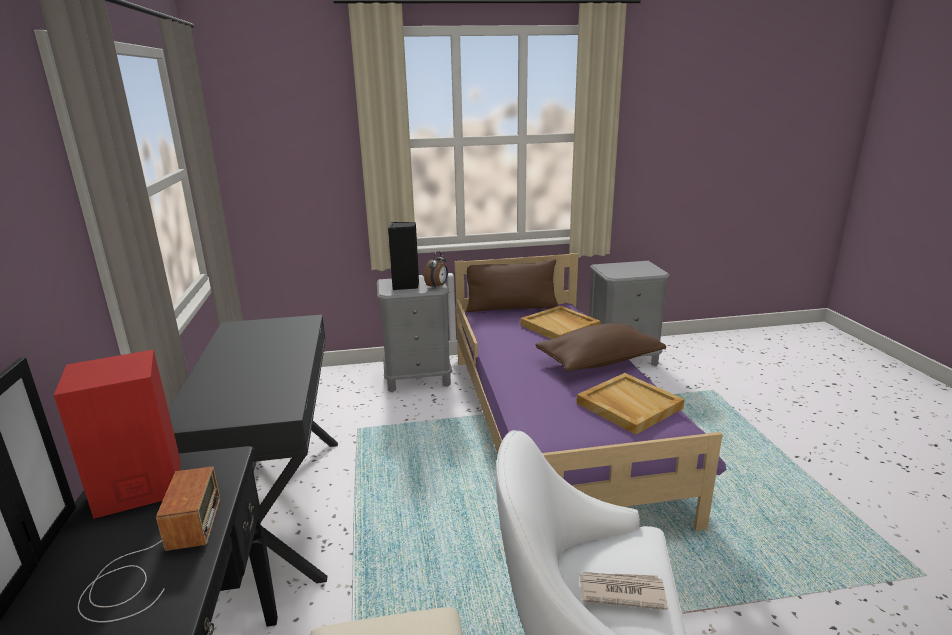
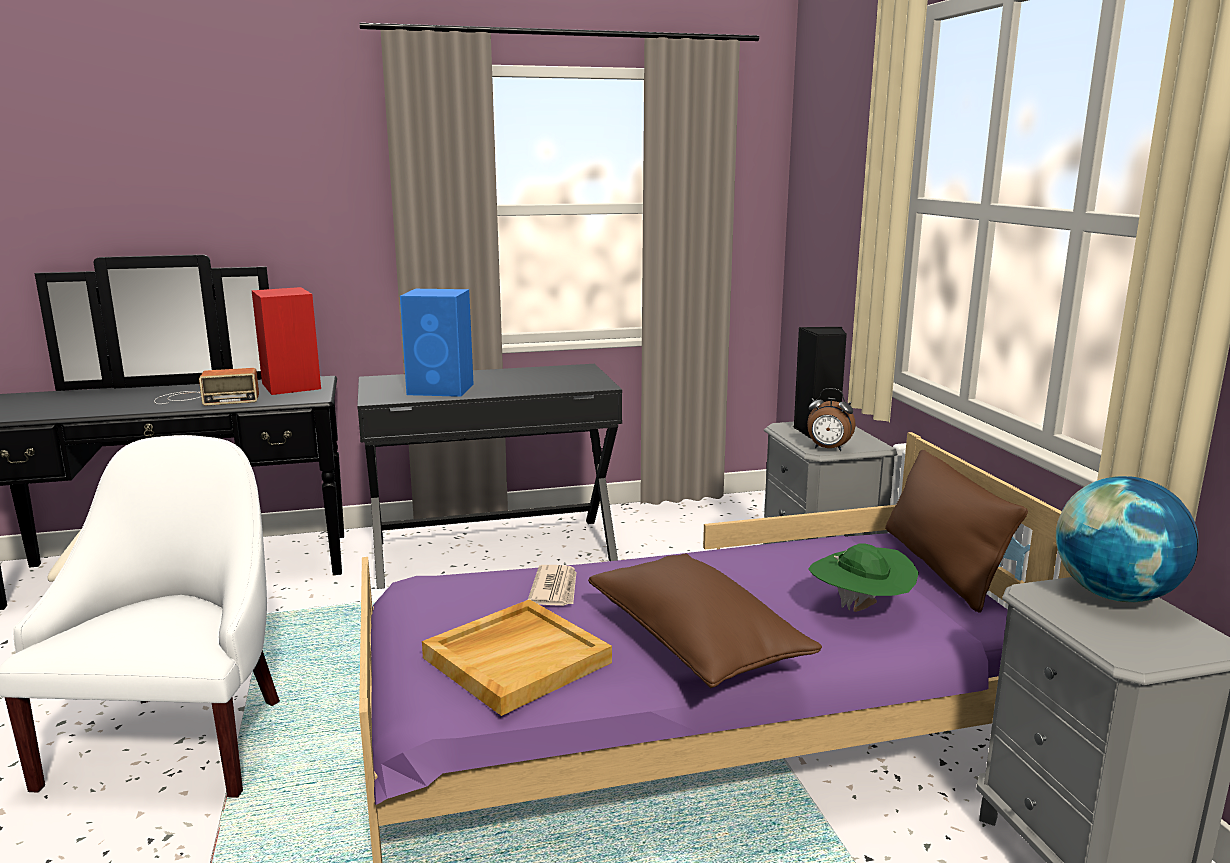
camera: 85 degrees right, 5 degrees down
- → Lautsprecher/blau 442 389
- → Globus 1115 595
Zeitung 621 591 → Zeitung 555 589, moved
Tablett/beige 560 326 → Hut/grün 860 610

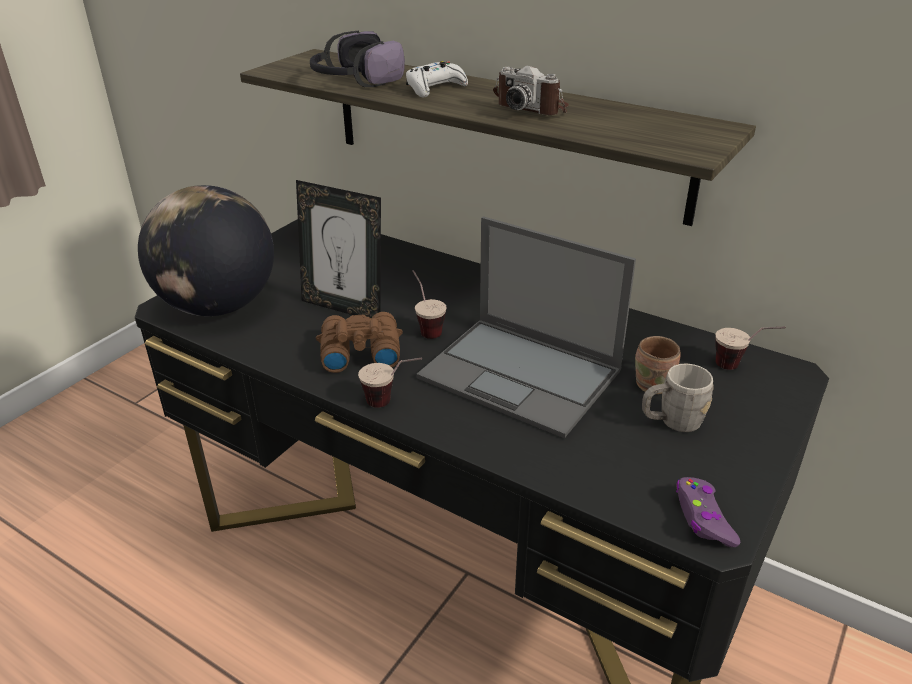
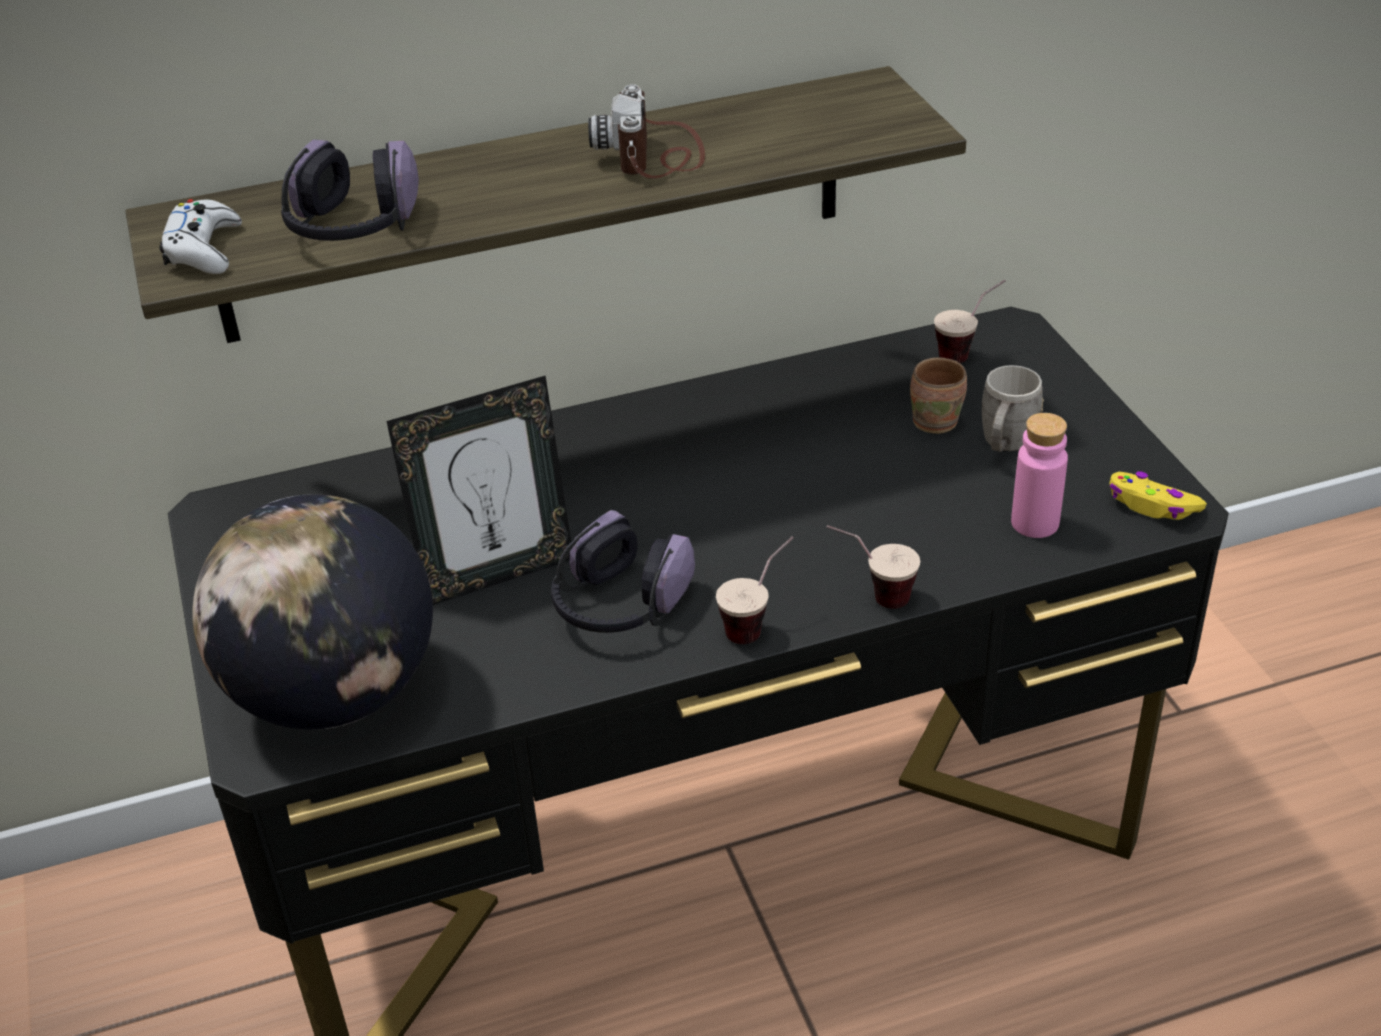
camera: 50 degrees left, 5 degrees up
Laptop 522 375 → -
- → Flasche/rosa 1035 523
Gamepad/weiß 435 88 → Gamepad/weiß 204 250, moved
Tasse 426 327 → Tasse 871 596, moved
Fernglas/braun 359 351 → Kopfhörer 619 605
Gamepad/lila 703 518 → Gamepad/gelb 1152 505
Kamera 532 107 → Kamera 655 154, 105 degrees clockwise

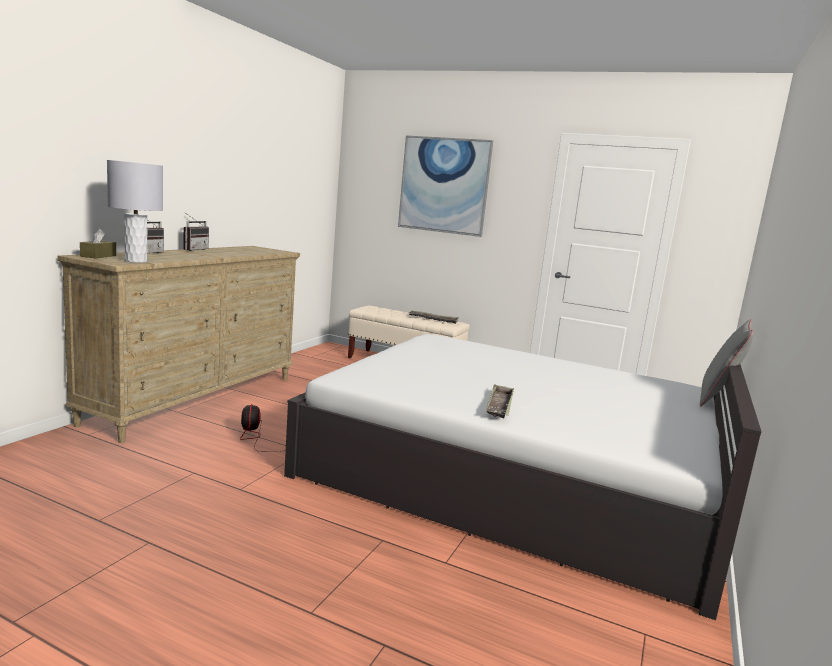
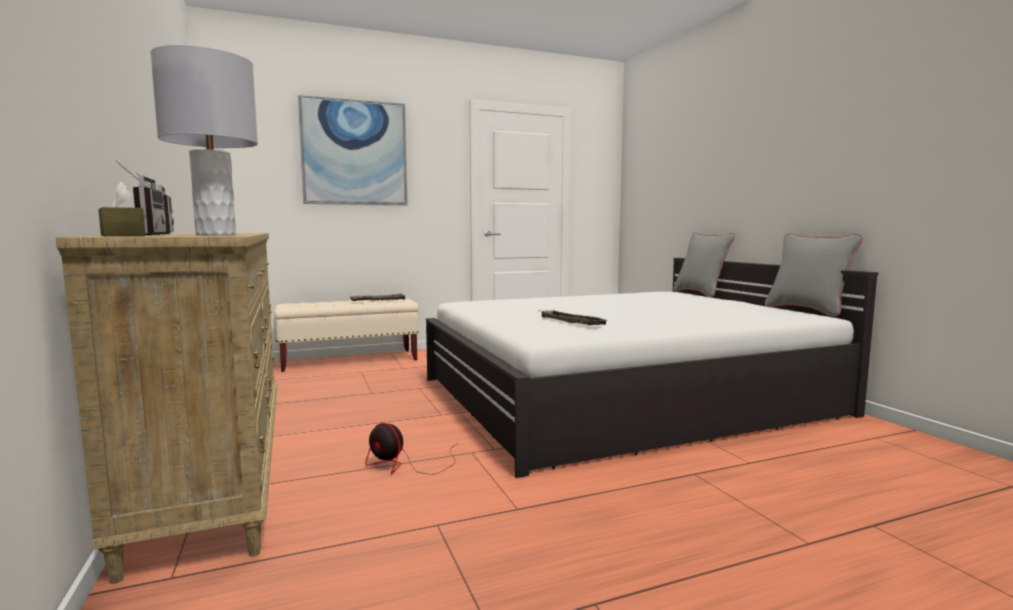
camera: 45 degrees left, 5 degrees down
- → Kissen/grau 807 310
Tablett 499 406 → Tablett 571 322, moved

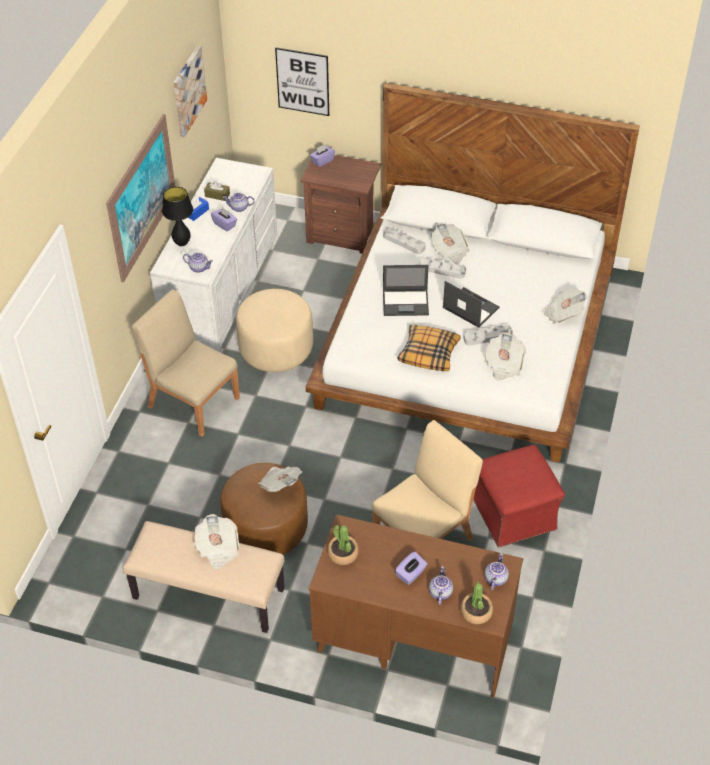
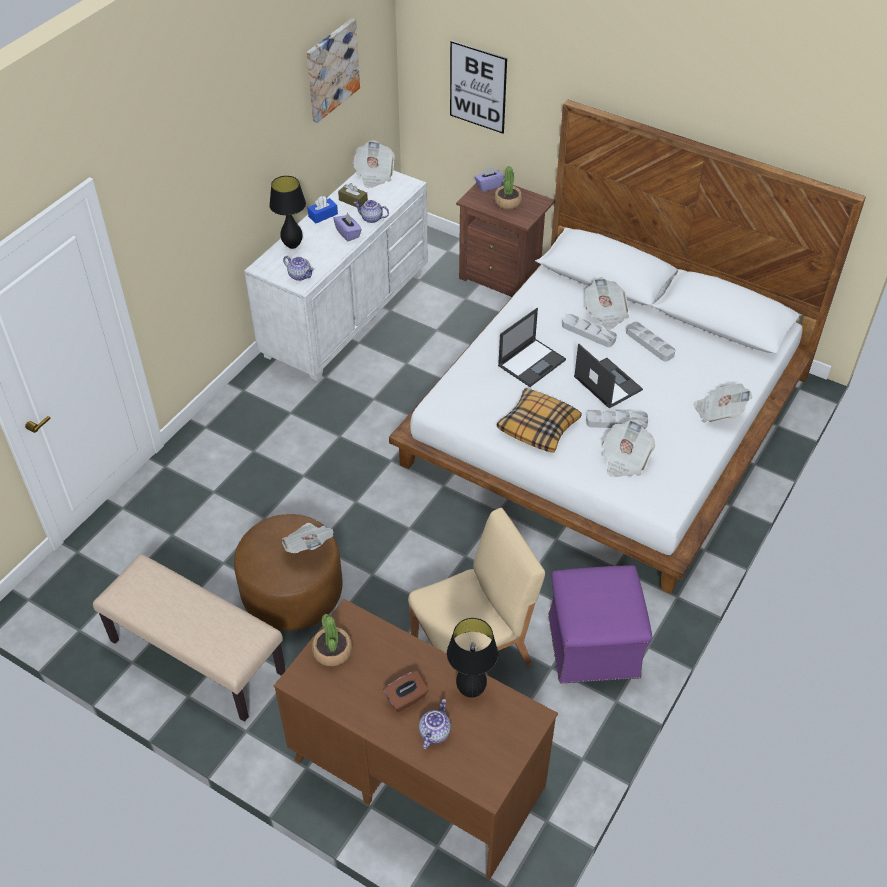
camera: 15 degrees right, 0 degrees up
Bild 142 197 → -
Stuhl/beige 193 401 → -
Polsterhocker/beige 276 348 → -
Teekanne 495 578 → -
- → Tischlampe/schwarz 471 690
Zeitung 218 549 → Zeitung 374 175, moved
Tablett/grau 404 242 → Tablett/grau 649 344, moved
Topfpflanze 476 612 → Topfpflanze 508 202, moved
Taschentuchbox/lila 411 574 → Taschentuchbox/braun 406 698
Polsterhocker/rot 514 515 → Polsterhocker/lila 593 647
Laptop 406 302 → Laptop 532 362, 60 degrees counterclockwise

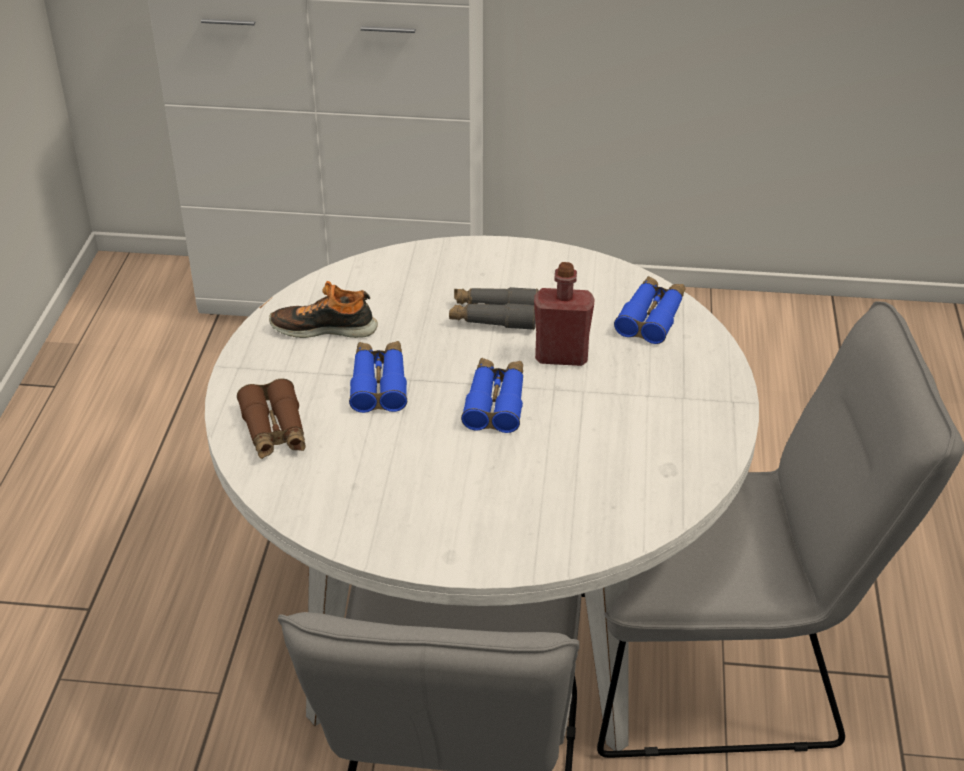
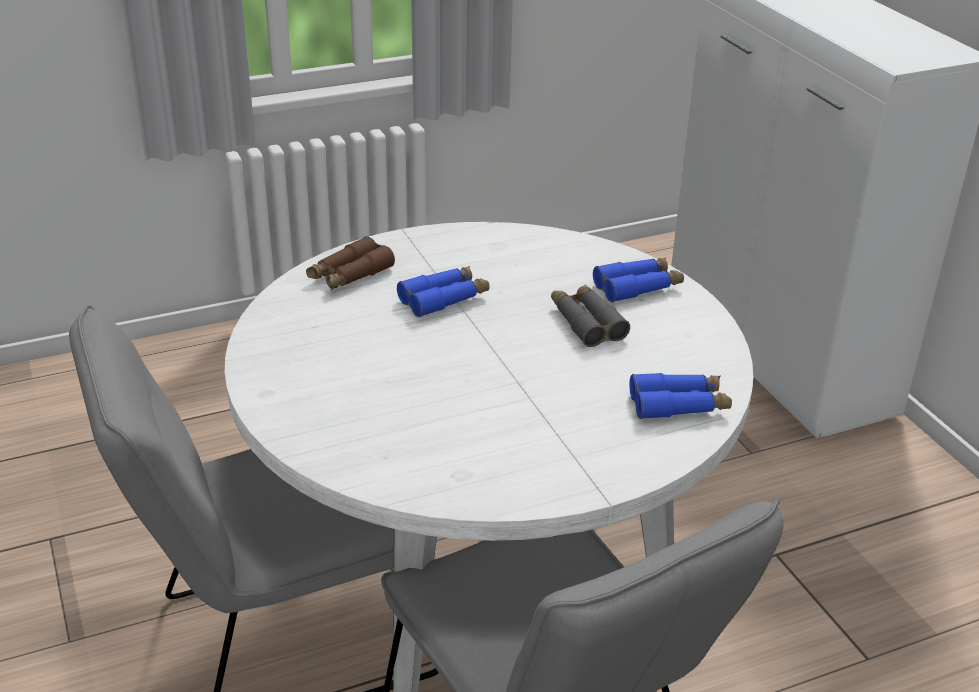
camera: 60 degrees right, 5 degrees down
Schuh 324 328 → -
Flasche/rot 561 357 → -
Fernglas/blau 495 402 → Fernglas/blau 638 287, moved

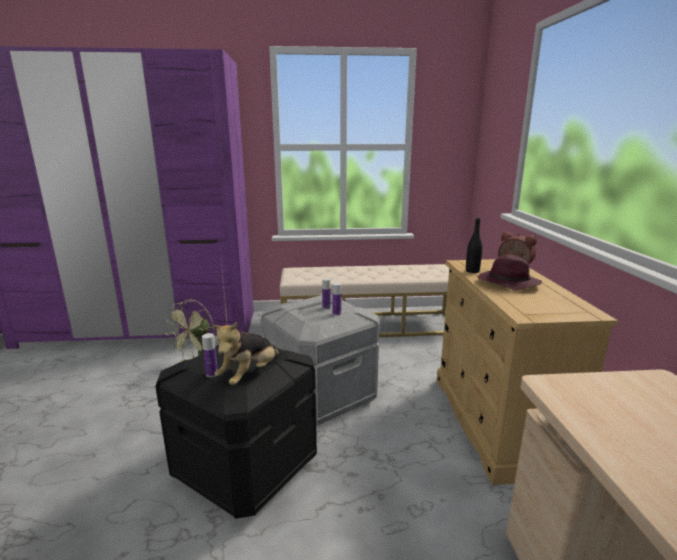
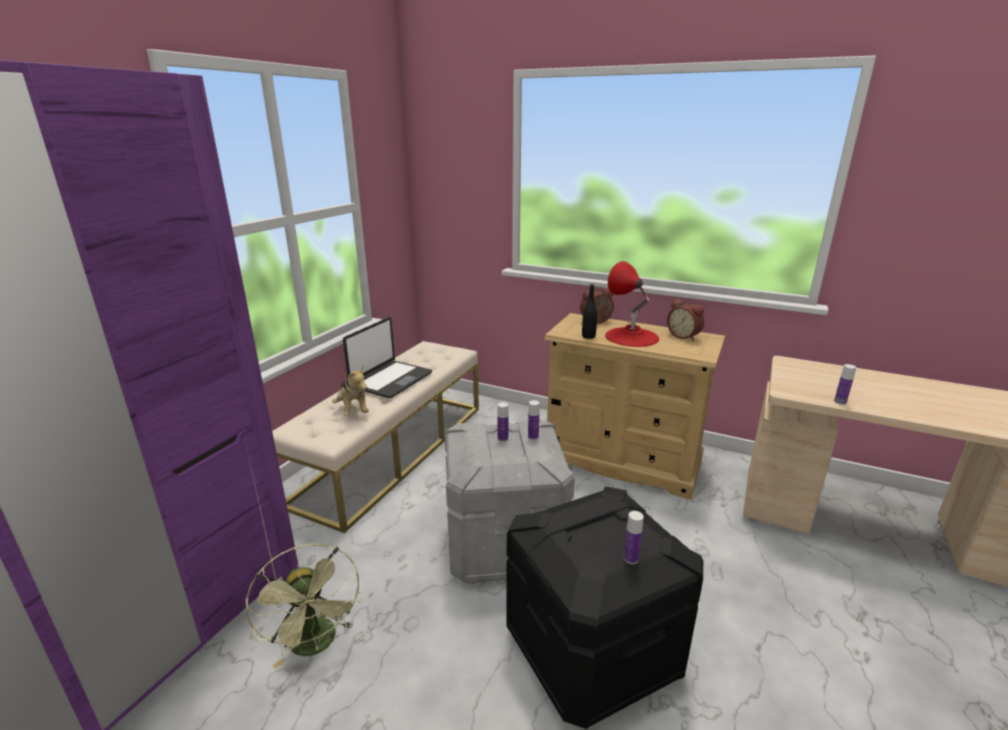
camera: 60 degrees left, 5 degrees up
- → Laptop 390 380
- → Wecker 684 336
- → Flasche 840 402
Plüschtier 249 375 → Plüschtier 353 410, moved
Hut/lila 507 283 → Tischlampe/rot 631 337

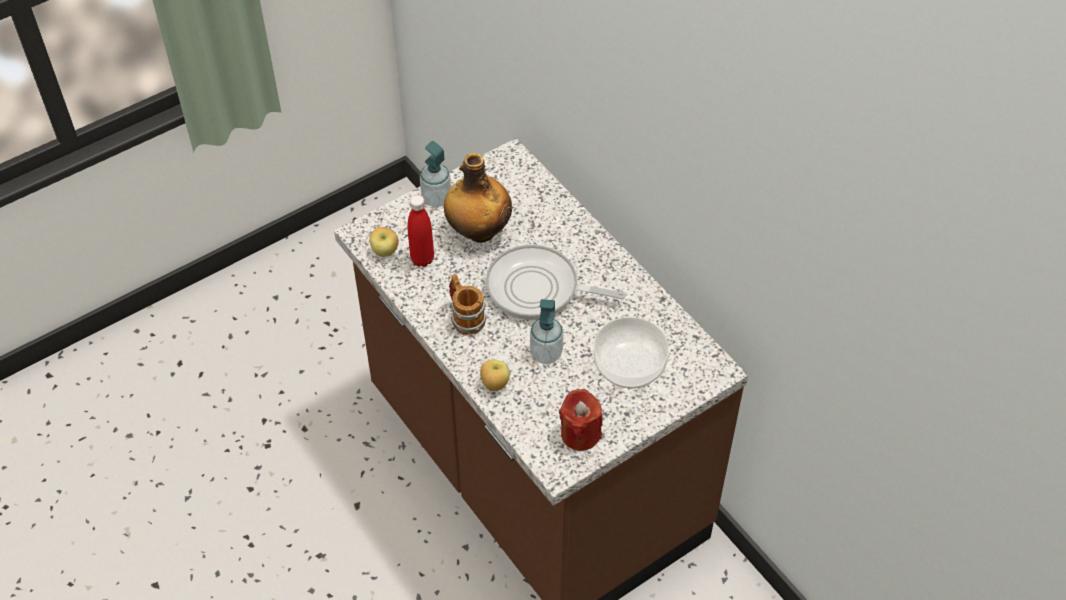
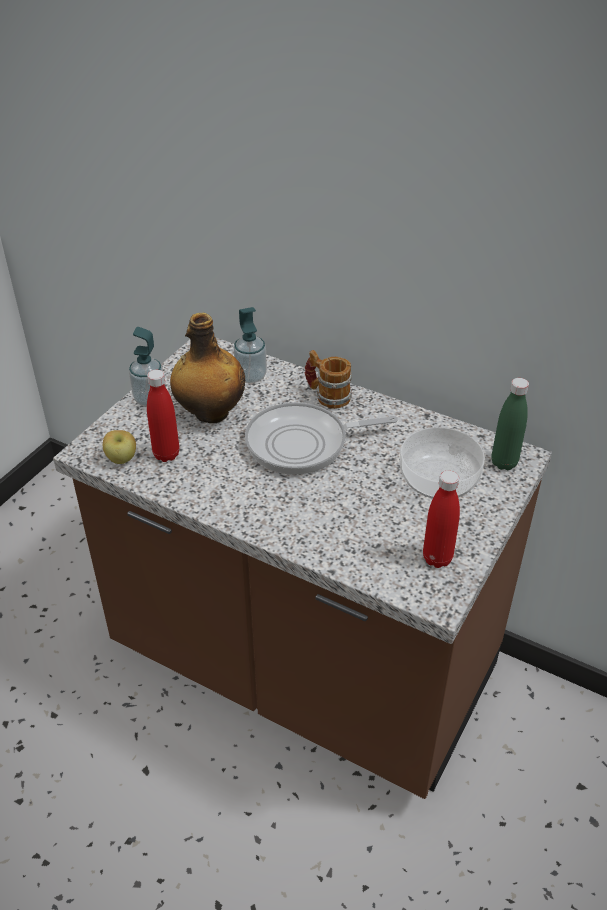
camera: 25 degrees left, 10 degrees down
Apfel 494 384 → -
- → Flasche/grün 504 463
Henkelbecher 465 316 → Henkelbecher 327 395, moved
Seifenspender 546 354 → Seifenspender 251 376, moved
Kerze/rot 580 434 → Flasche/rot 437 558

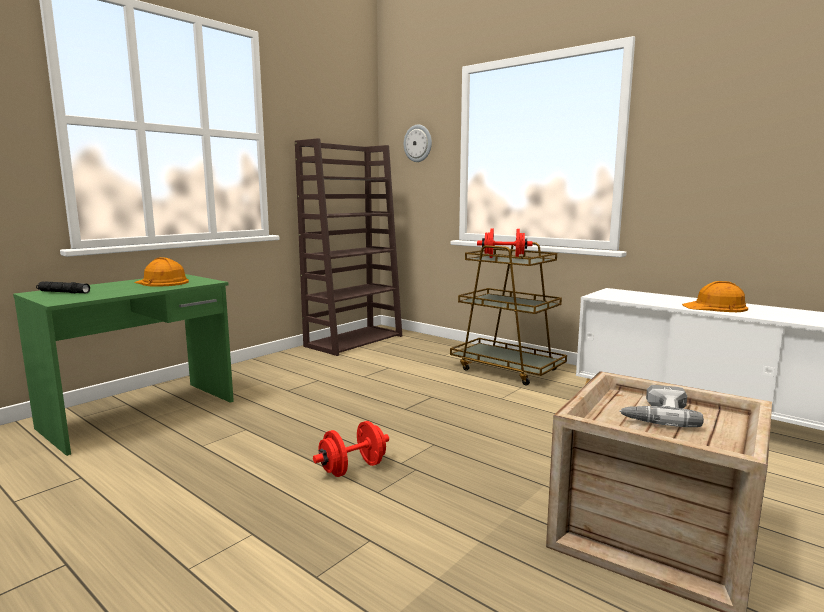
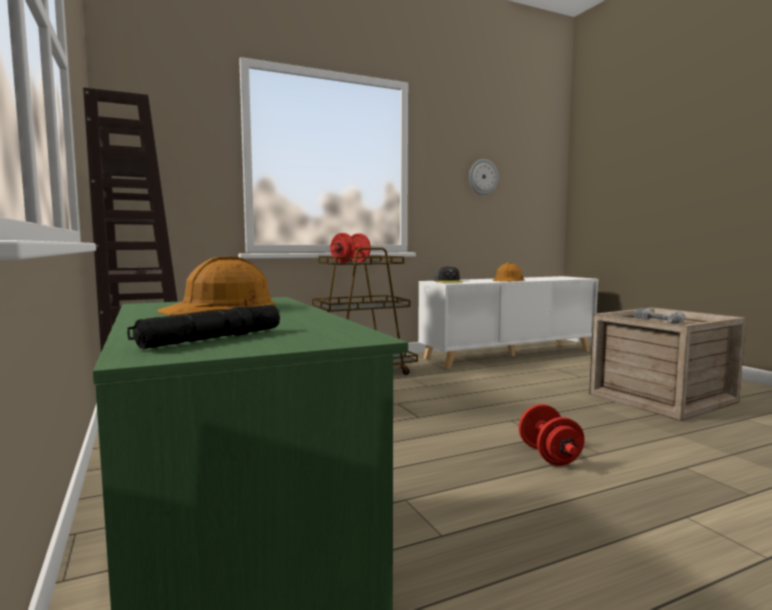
camera: 65 degrees left, 5 degrees down
- → Kappe/grau 448 281
Wanduhr 418 143 → Wanduhr 483 177, moved

